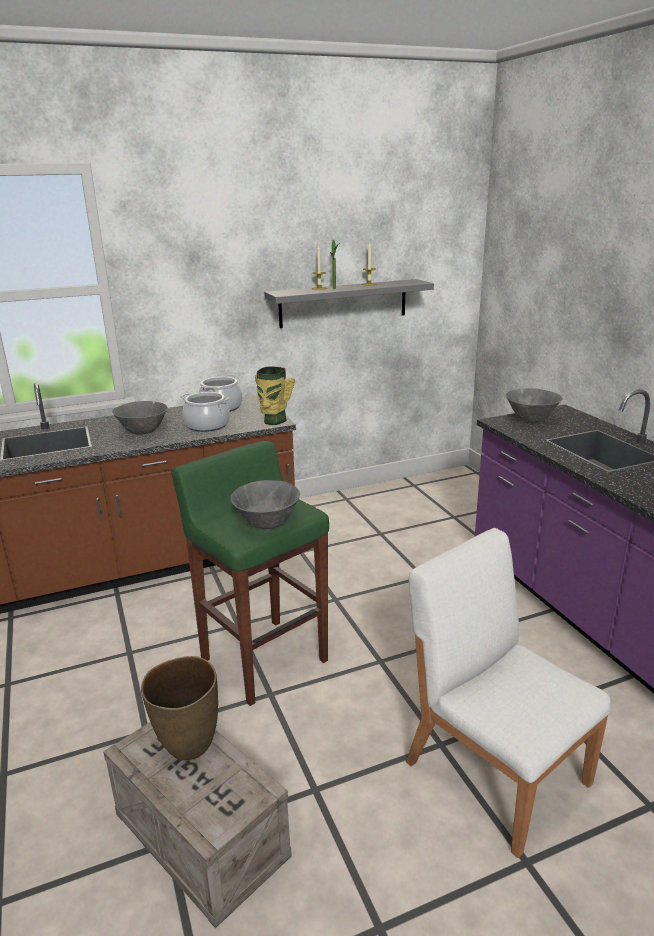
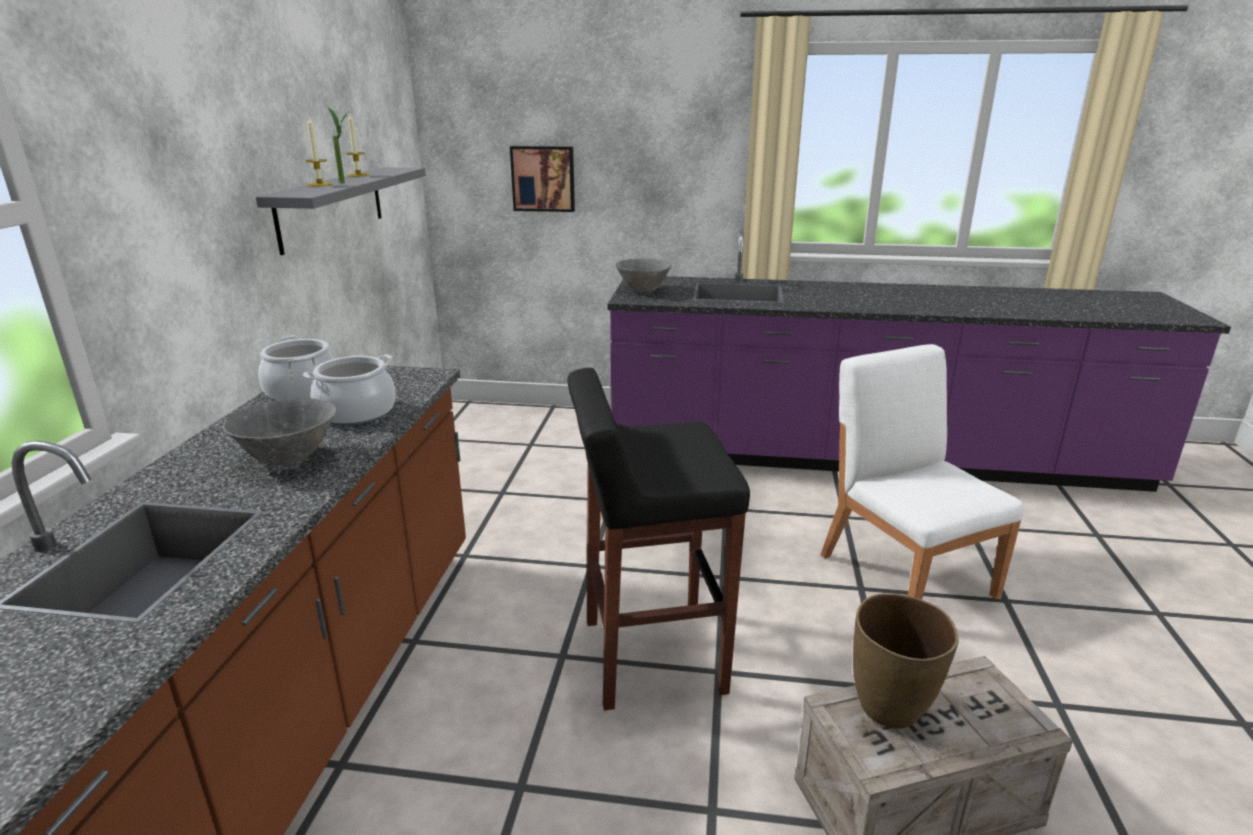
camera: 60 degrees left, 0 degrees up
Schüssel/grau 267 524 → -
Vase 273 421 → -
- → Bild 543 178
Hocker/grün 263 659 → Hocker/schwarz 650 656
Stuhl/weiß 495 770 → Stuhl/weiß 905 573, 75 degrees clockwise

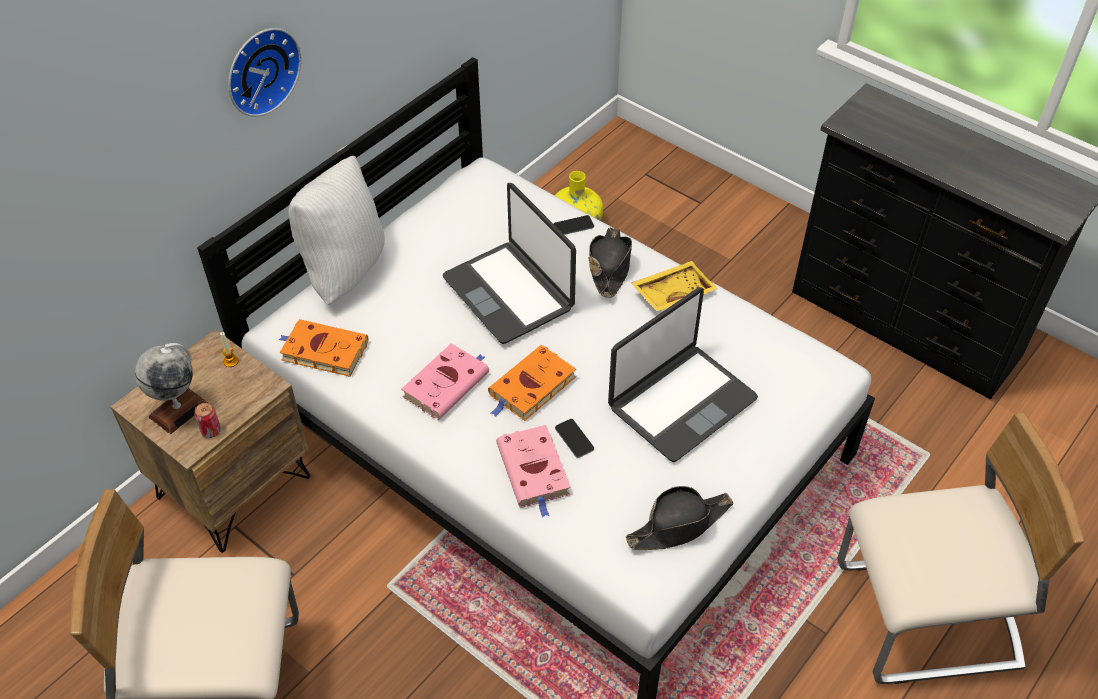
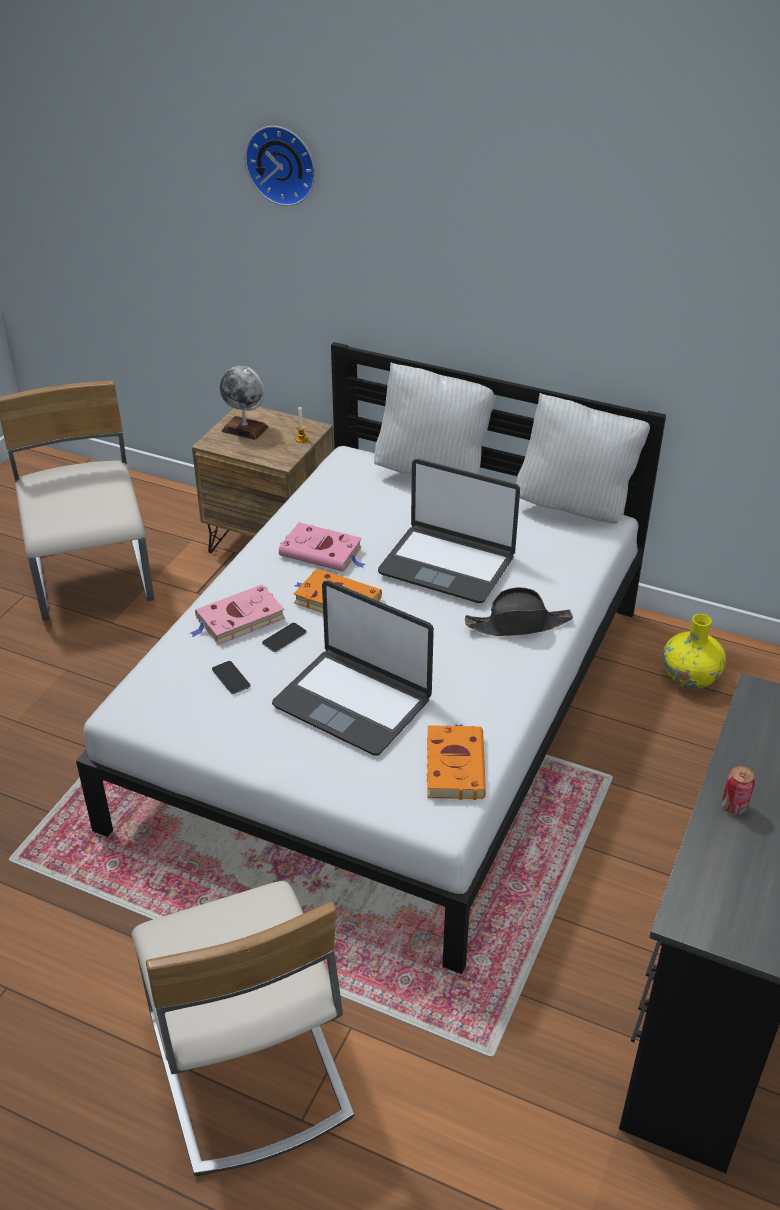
camera: 75 degrees right, 10 degrees down
Hut/schwarz 679 525 → -
Tablett/gelb 672 293 → -
- → Kissen/weiß 575 507
Dose 211 431 → Dose 734 806, moved
Wanduhr 260 69 → Wanduhr 283 164, moved
Buch/orange 322 351 → Buch/orange 454 764, moved
Handy 573 226 → Handy 231 678, moved
Laptop 509 292 → Laptop 447 564, 105 degrees counterclockwise

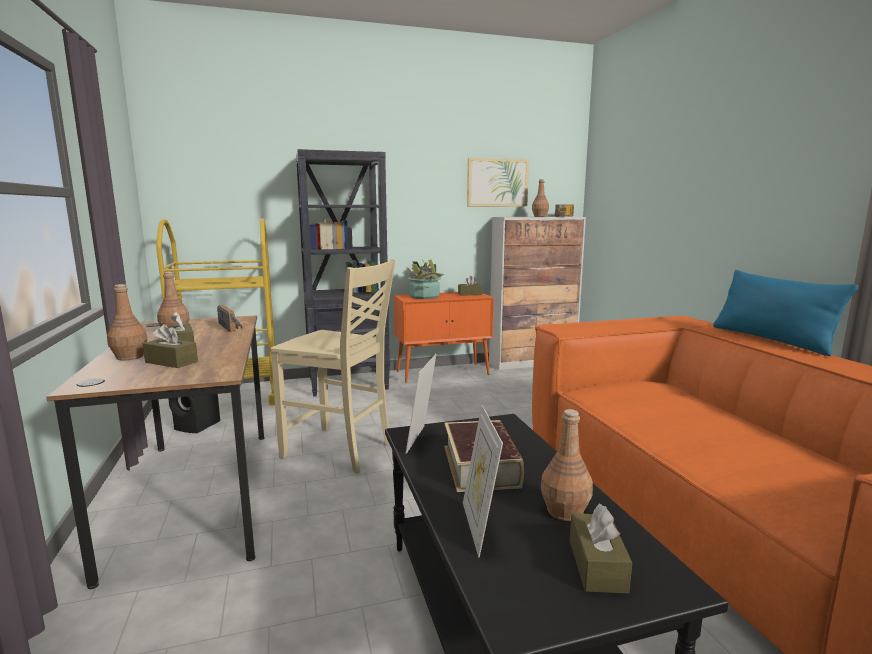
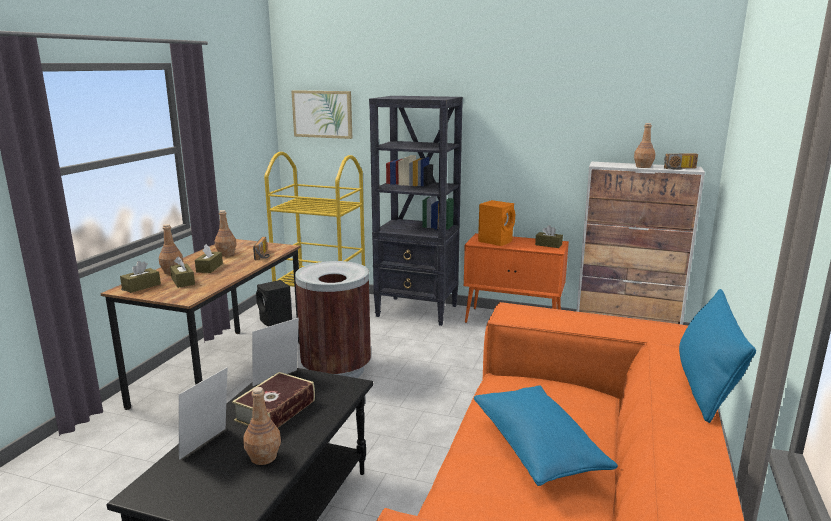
camera: 35 degrees right, 5 degrees up
- → Kissen/blau 537 448
Bild 497 183 → Bild 322 114, moved
Taschentuchbox/braun 597 565 → Taschentuchbox/braun 141 286, moved
Stuhl/beige 339 451 → Mülleimer/braun 336 370
Topfpflanze 424 297 → Lautsprecher/orange 496 241

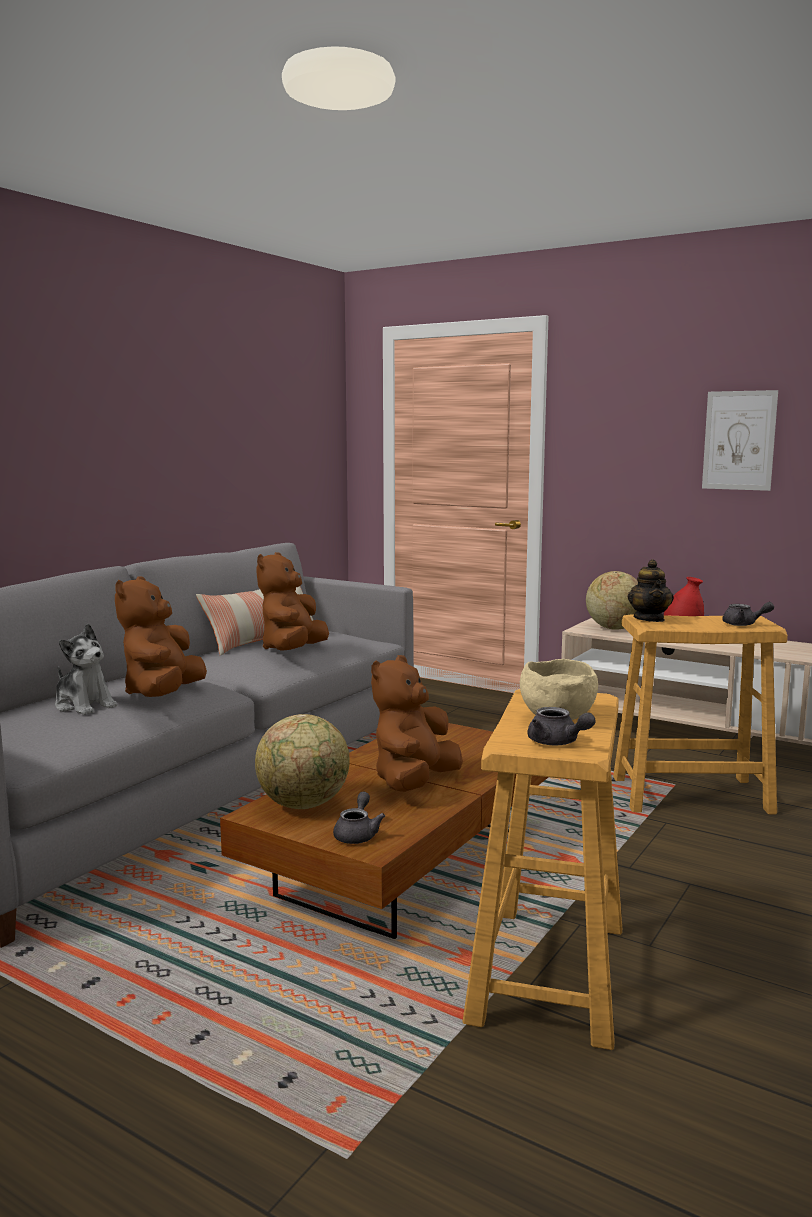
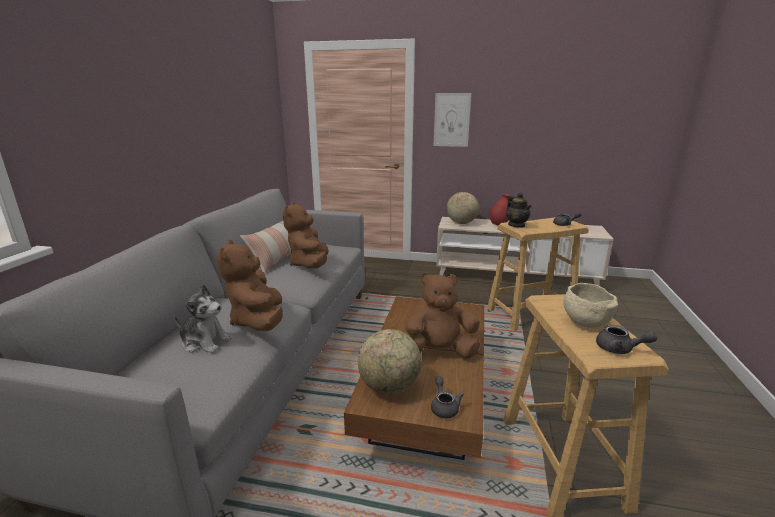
camera: 20 degrees left, 10 degrees up
Bild 739 440 → Bild 451 120, moved
Plüschtier/braun 414 783 → Plüschtier/braun 439 352, 75 degrees clockwise

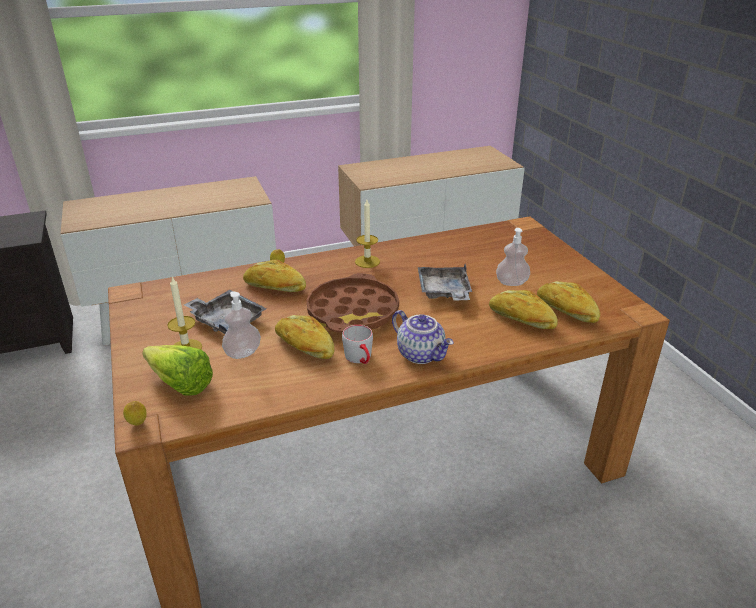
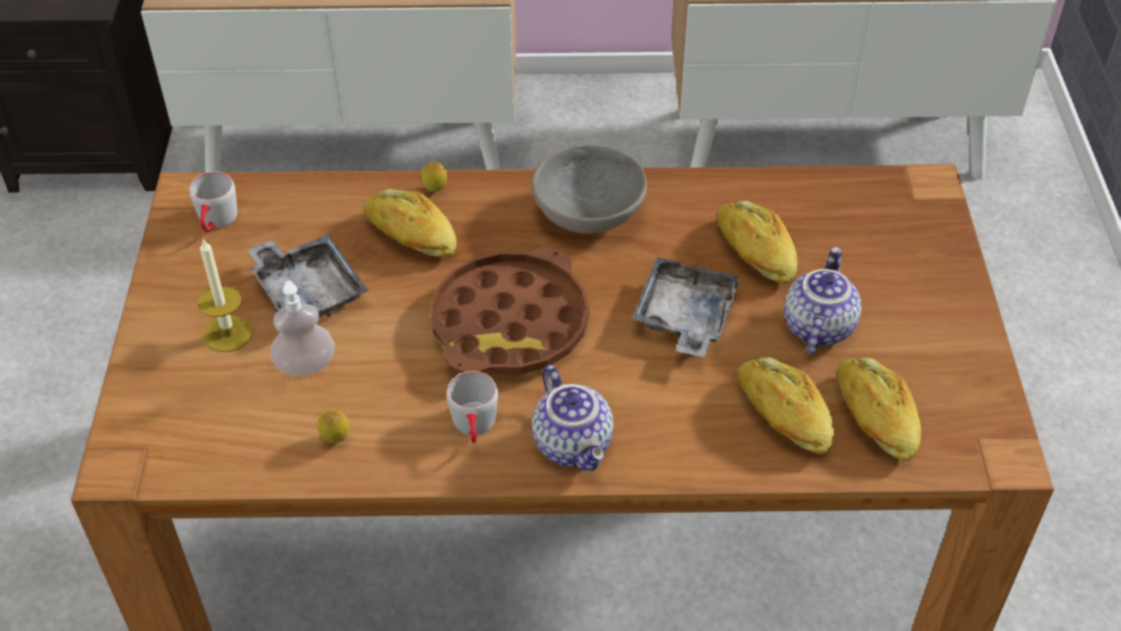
camera: 20 degrees right, 15 degrees up
Salatkopf 177 382 → -
- → Henkelbecher/grau 216 222
Zitrone 138 424 → Zitrone 336 440, moved
Brot 304 347 → Brot 754 253, moved
Kerze 367 261 → Schüssel/grau 589 213
Seifenspender 511 282 → Teekanne 816 326

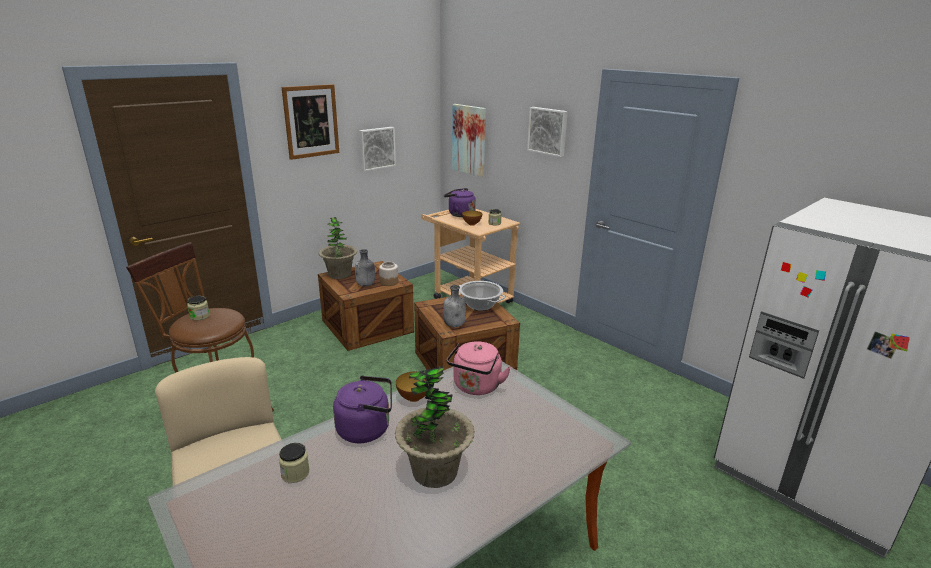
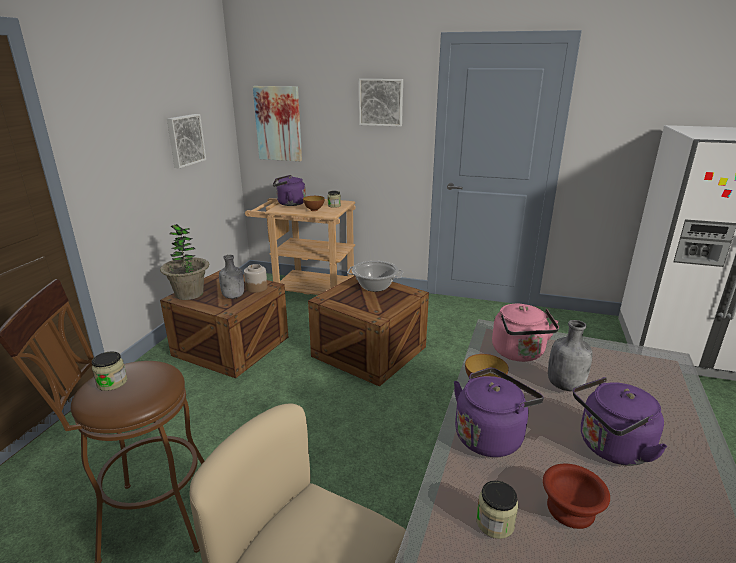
camera: 30 degrees left, 0 degrees up
Bild 311 121 → -
- → Schüssel/braun 568 508
Flasche/grau 455 325 → Flasche/grau 565 385, moved
Topfpflanze 435 471 → Wasserkessel/lila 611 448

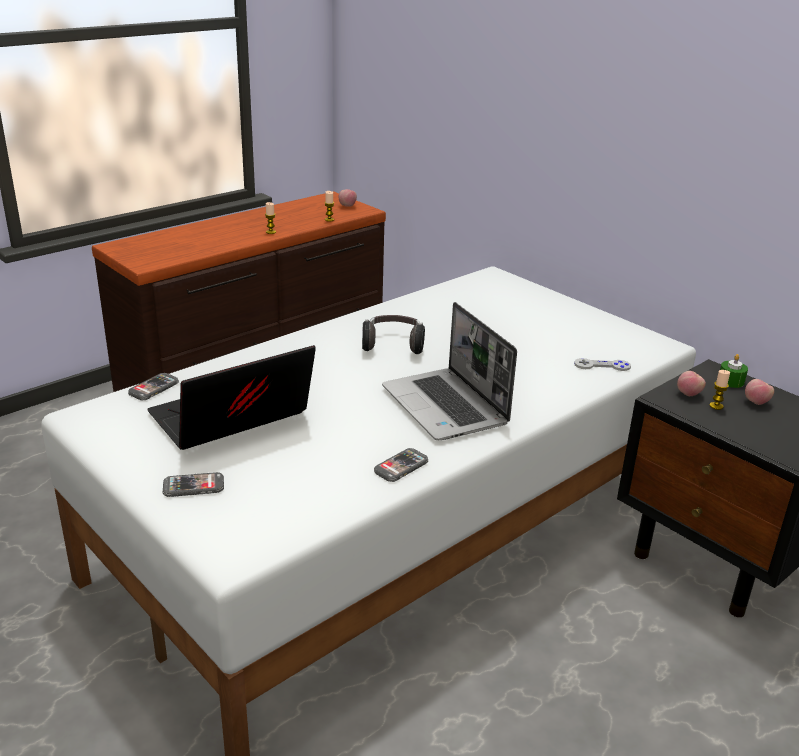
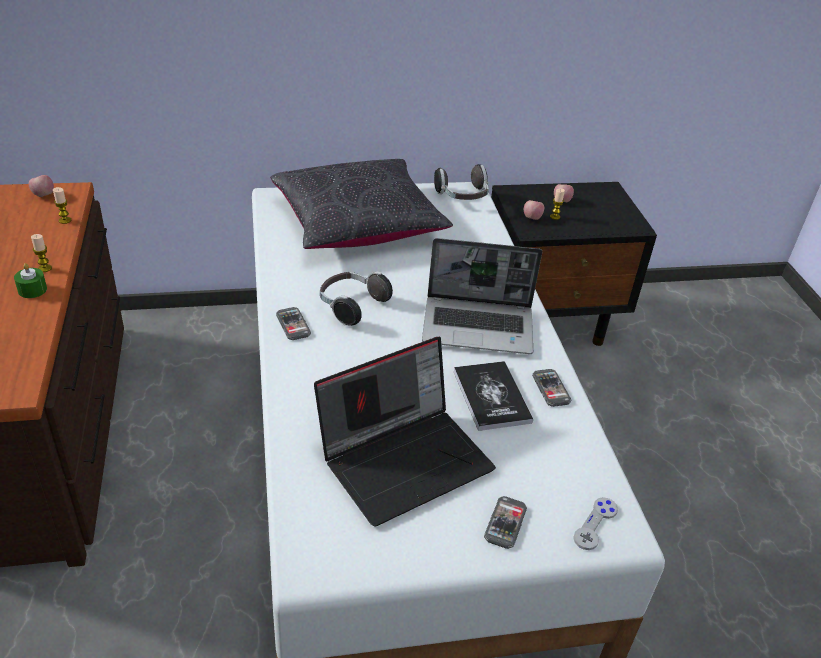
camera: 60 degrees left, 10 degrees up
- → Kissen/schwarz 357 223
- → Kopfhörer 462 196
- → Buch 491 396
Handy 154 388 → Handy 293 325, moved
Gamepad/grau 602 366 → Gamepad/grau 595 524, moved
Kerze/grün 731 381 → Kerze/grün 32 290, moved
Laptop 230 420 → Laptop 405 458, 120 degrees counterclockwise

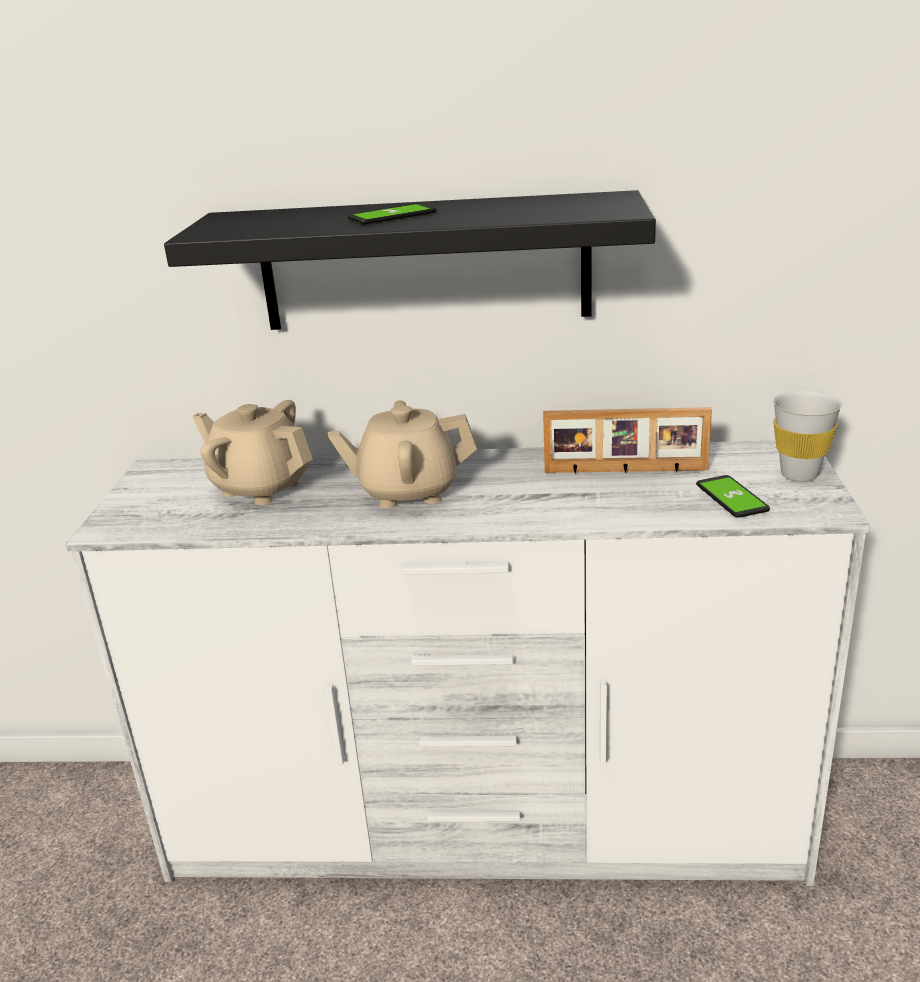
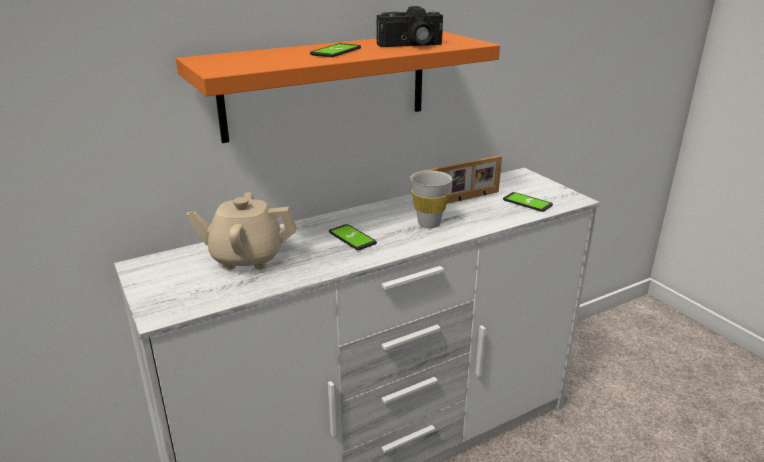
camera: 35 degrees left, 0 degrees up
- → Kamera 410 45
Tasse/weiß 799 474 → Tasse/weiß 429 223, moved
Teekanne/beige 408 491 → Handy 352 238
Wandregal/schwarz 424 263 → Wandregal/orange 326 85

